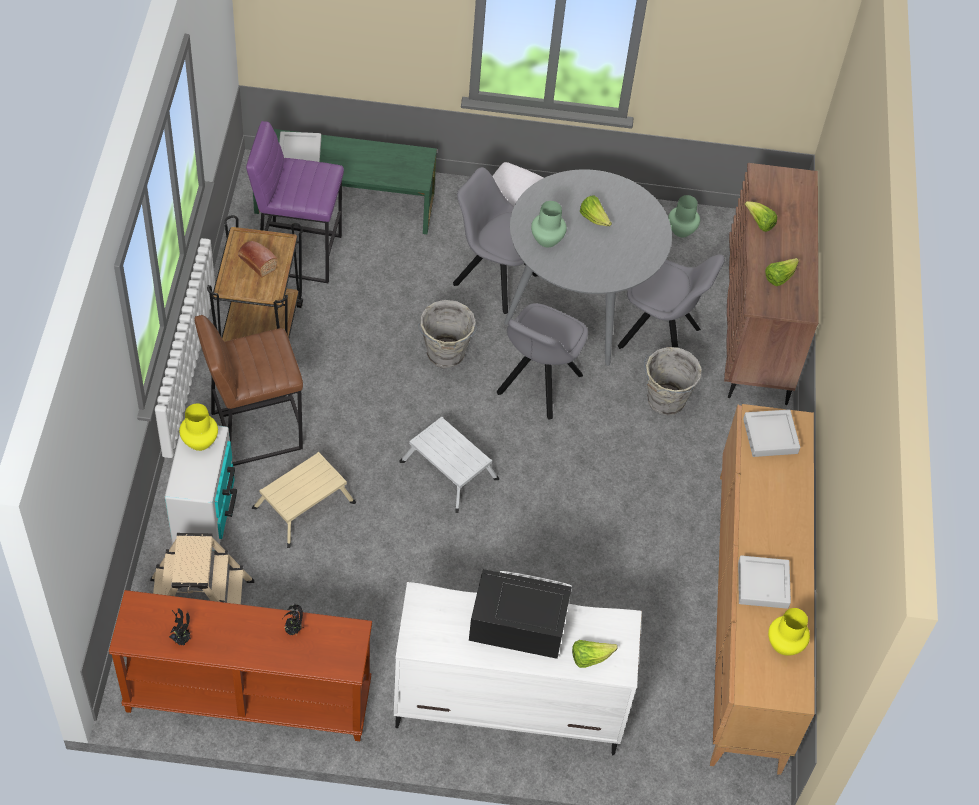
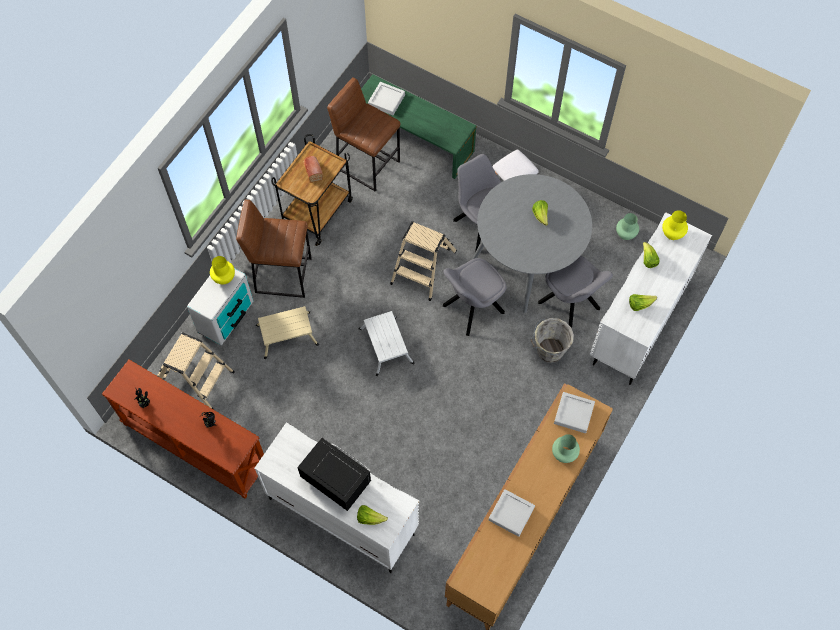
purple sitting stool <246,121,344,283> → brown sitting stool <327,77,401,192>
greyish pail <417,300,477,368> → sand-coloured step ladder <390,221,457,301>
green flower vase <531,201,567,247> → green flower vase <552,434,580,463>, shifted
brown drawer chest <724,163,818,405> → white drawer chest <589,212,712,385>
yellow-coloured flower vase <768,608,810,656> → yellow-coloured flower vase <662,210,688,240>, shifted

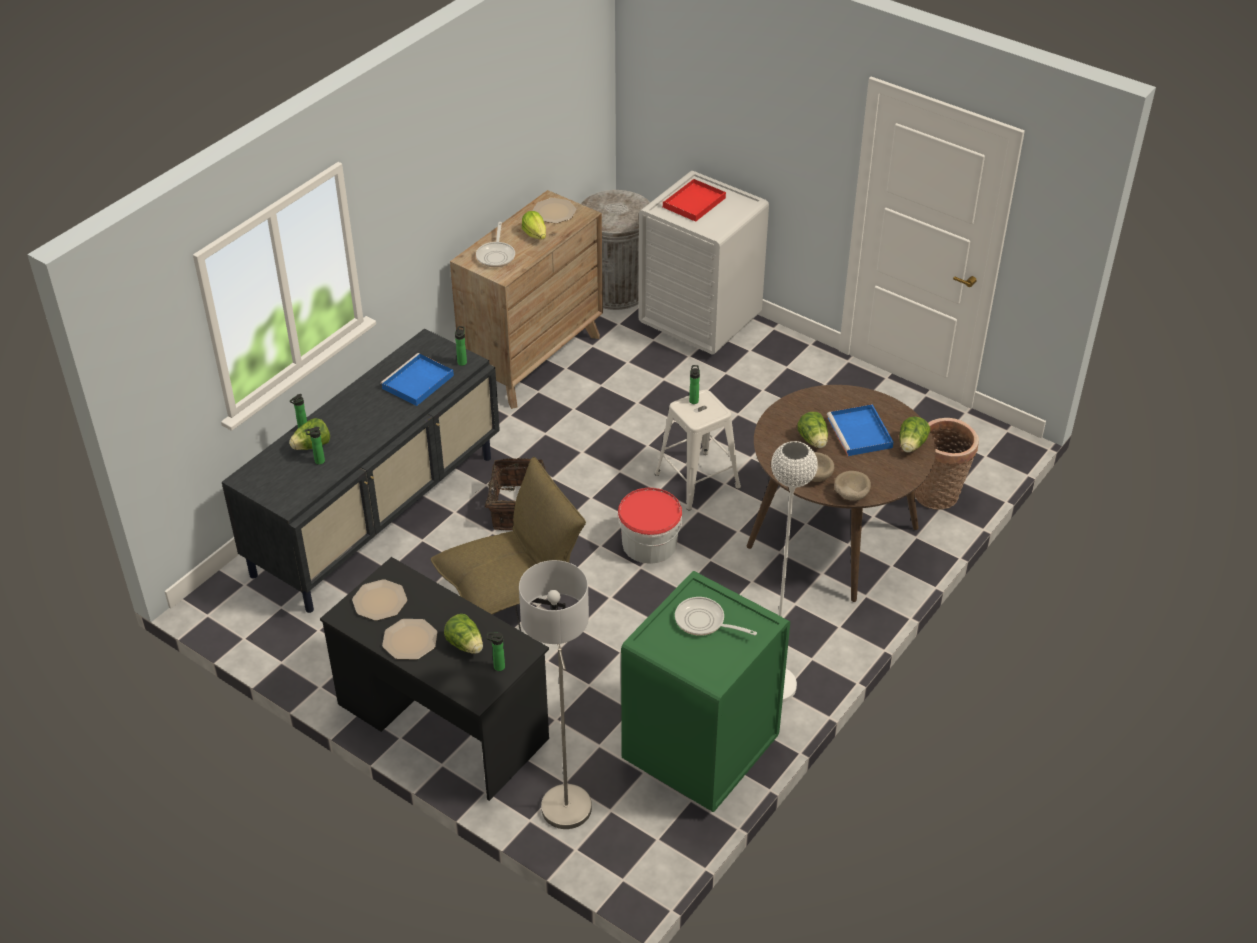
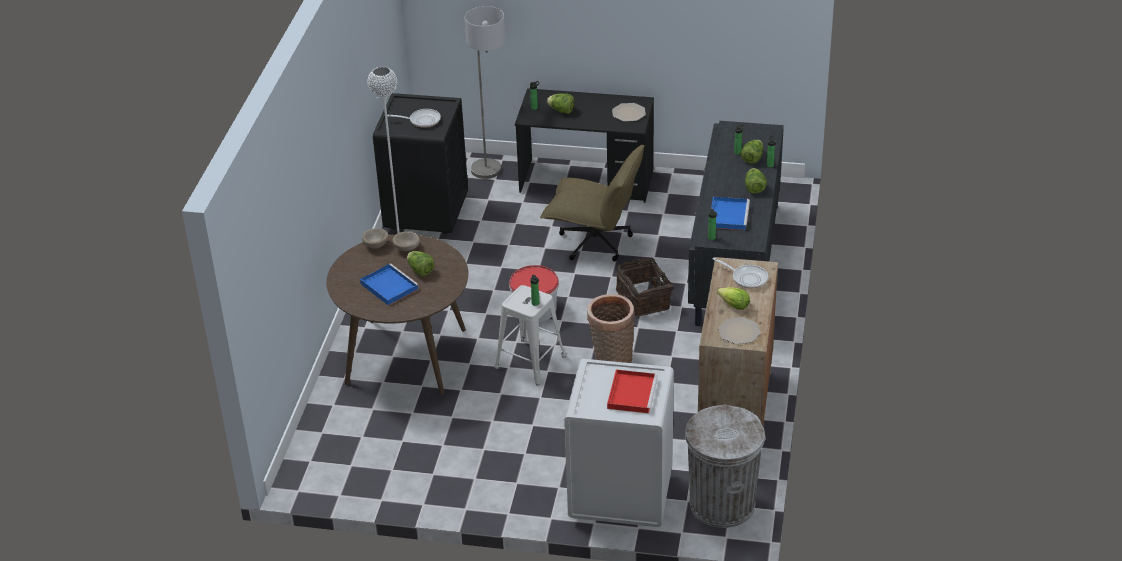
green drawer chest <621,571,790,812> → blackish drawer chest <373,93,468,234>
sand-coloured desk chair <431,457,586,631> → sand-coloured desk chair <540,145,645,262>, 105 degrees counterclockwise
basket <914,418,979,510> → basket <587,294,635,363>, shifted
pan <476,222,515,267> → pan <713,258,768,289>, 150 degrees clockwise
lettuce head <899,416,930,453> → lettuce head <745,168,767,194>, shifted
flat dish <382,619,437,660> → -

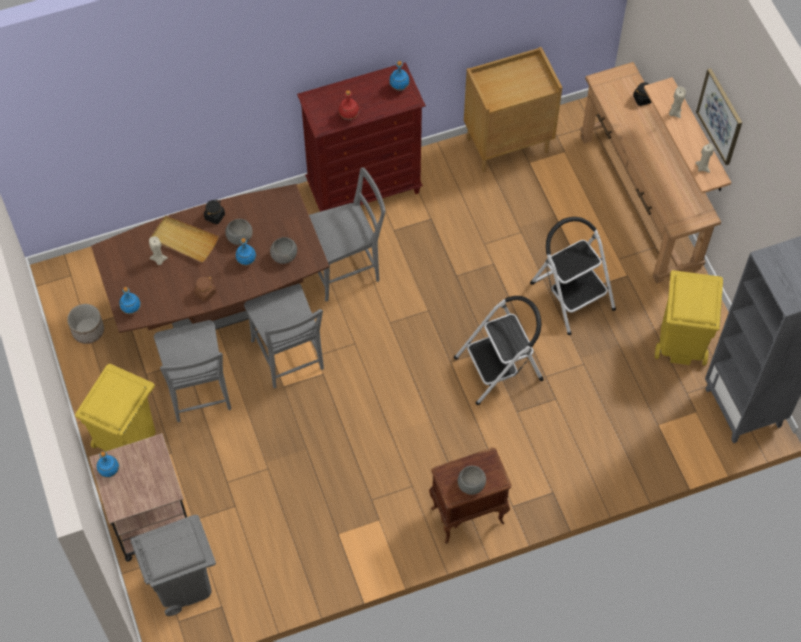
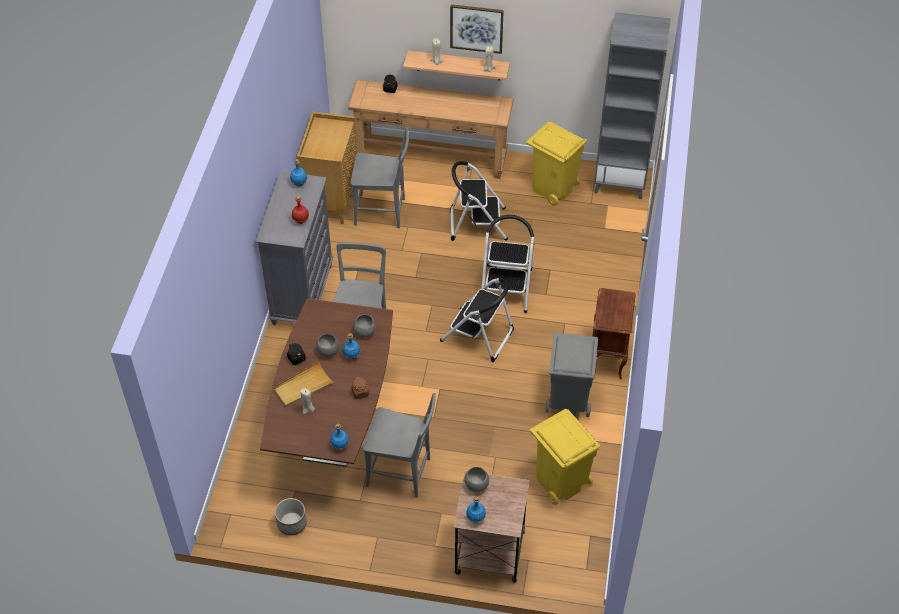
reddish drawer chest <297,62,426,212> → greyish drawer chest <255,172,334,325>
greyish upright chair <244,283,324,388> → greyish upright chair <350,127,409,228>, shifted
- → step ladder <440,278,514,362>
greyish bowl <458,466,486,495> → greyish bowl <464,467,489,492>, shifted
yellow-coloured rubbish bin <75,364,155,452> → yellow-coloured rubbish bin <530,409,600,505>, shifted
greyish rubbish bin <130,515,216,616> → greyish rubbish bin <545,333,598,417>, shifted

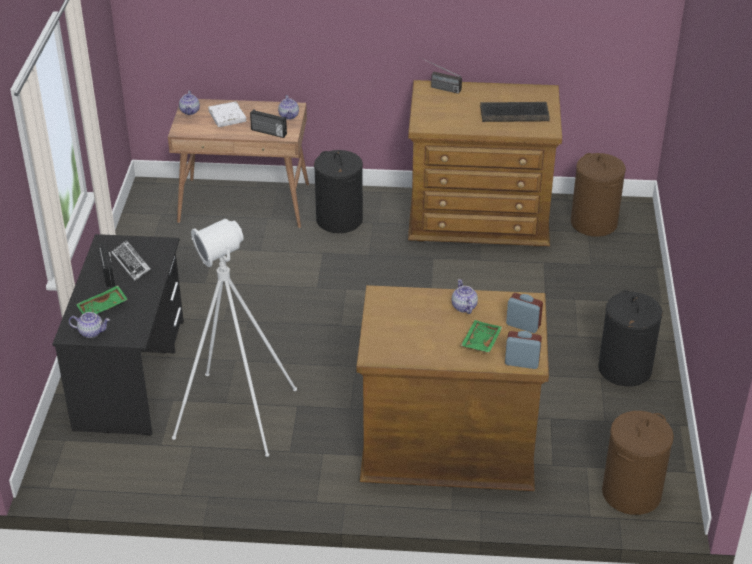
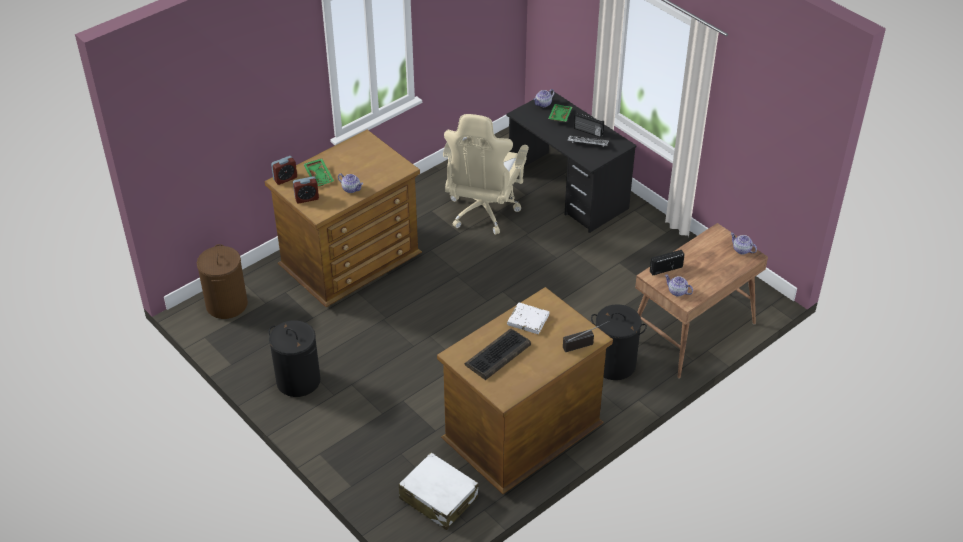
brown laundry basket <571,153,626,237> → white travel case <399,452,479,530>
white standing lamp <172,219,297,457> → sand-coloured desk chair <443,114,529,235>
white volume <208,101,247,127> → white volume <507,302,549,334>, shifted

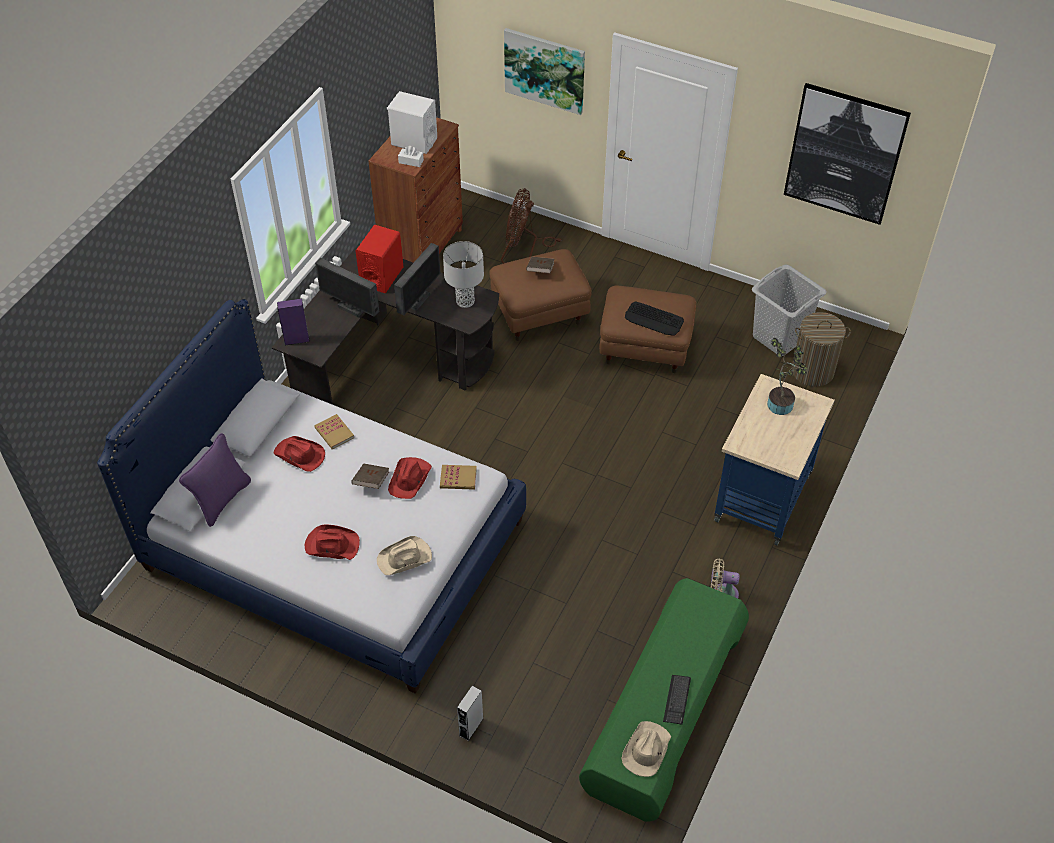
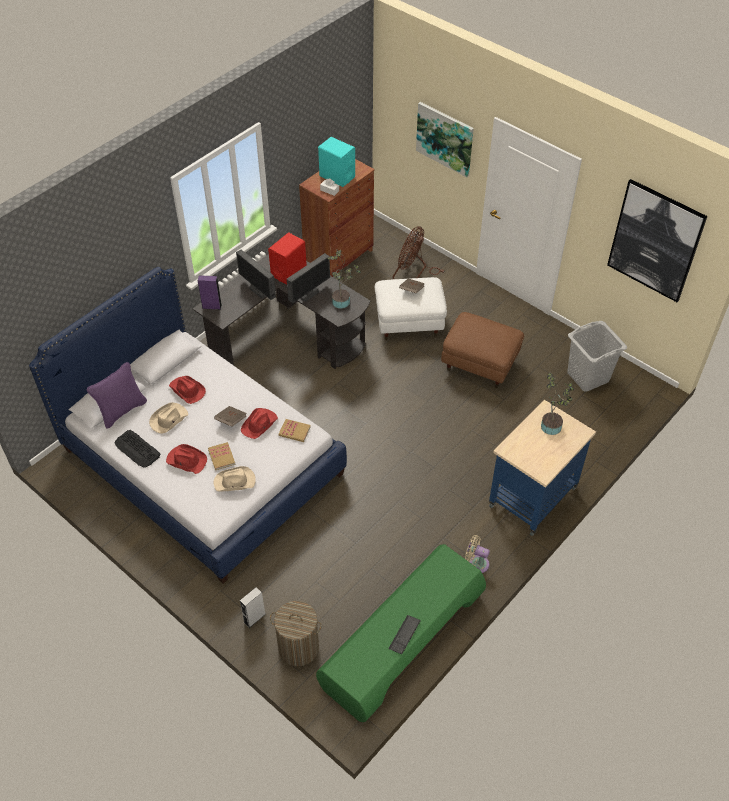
PC keyboard <625,301,684,336> → PC keyboard <114,430,160,468>, shifted
sand-coloured wearable hat <622,721,671,777> → sand-coloured wearable hat <149,402,188,434>, shifted
volume <315,414,354,449> → volume <208,442,236,470>, shifted
laundry basket <792,312,851,387> → laundry basket <270,601,322,666>, shifted
white loudspeaker <387,91,437,154> → blue-green loudspeaker <318,137,355,187>
white tabletop lamp <443,241,484,308> → houseplant <327,250,361,309>
brown ottoman <489,249,592,341> → white ottoman <375,277,447,340>

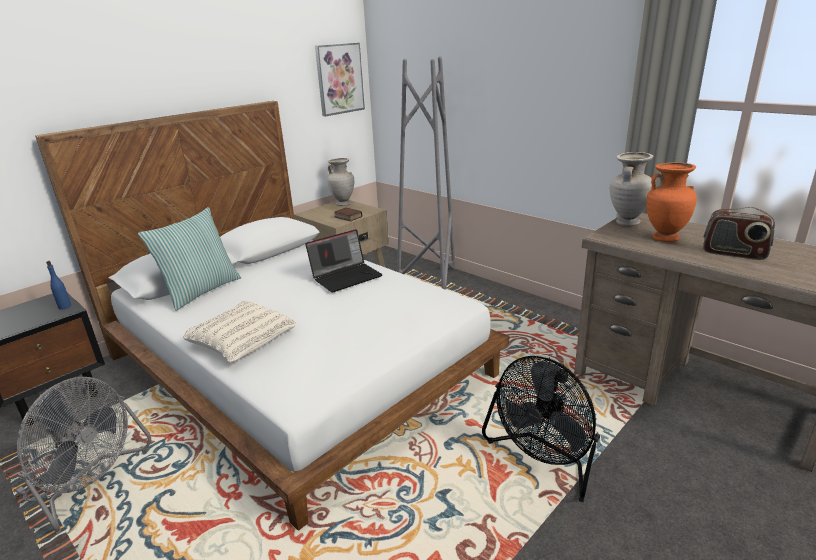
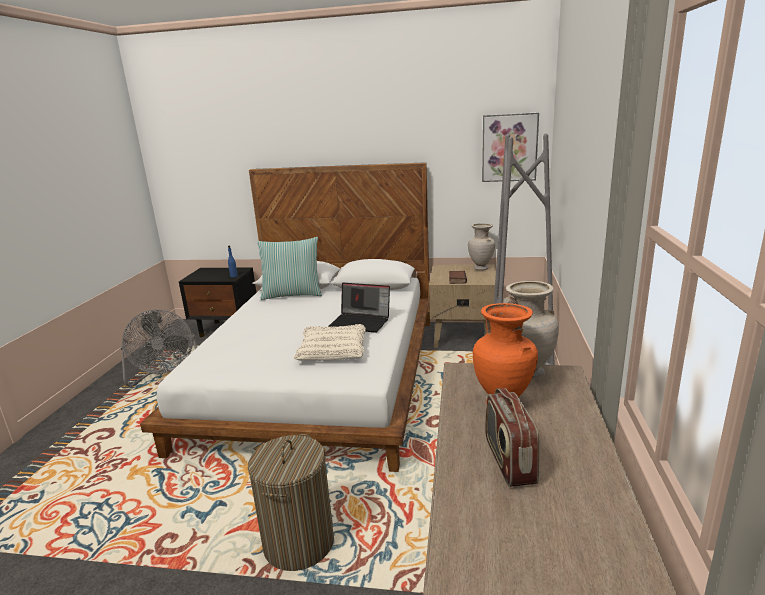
blackish fan <482,356,600,502> → laundry basket <248,434,334,571>
sand-coloured pillow <182,301,296,362> → sand-coloured pillow <294,324,366,360>, shifted

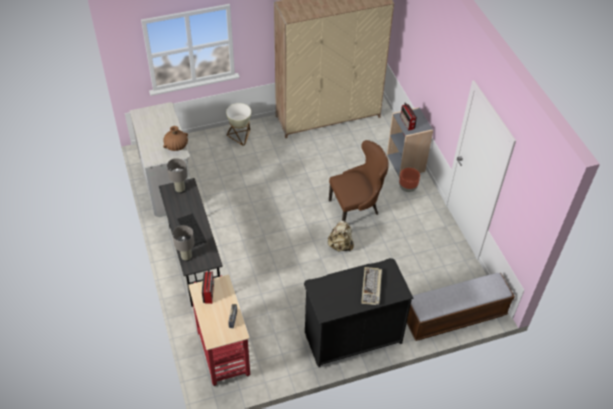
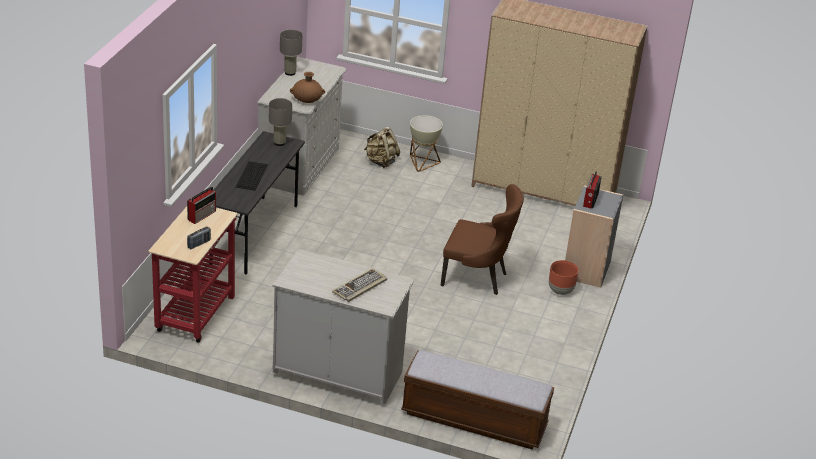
blackish drawer chest <304,258,414,367> → white drawer chest <272,250,413,404>
greyish tabletop lamp <172,225,195,261> → greyish tabletop lamp <280,29,302,76>, shifted
sand-coloured rucksack <328,220,354,252> → sand-coloured rucksack <364,126,400,168>, shifted

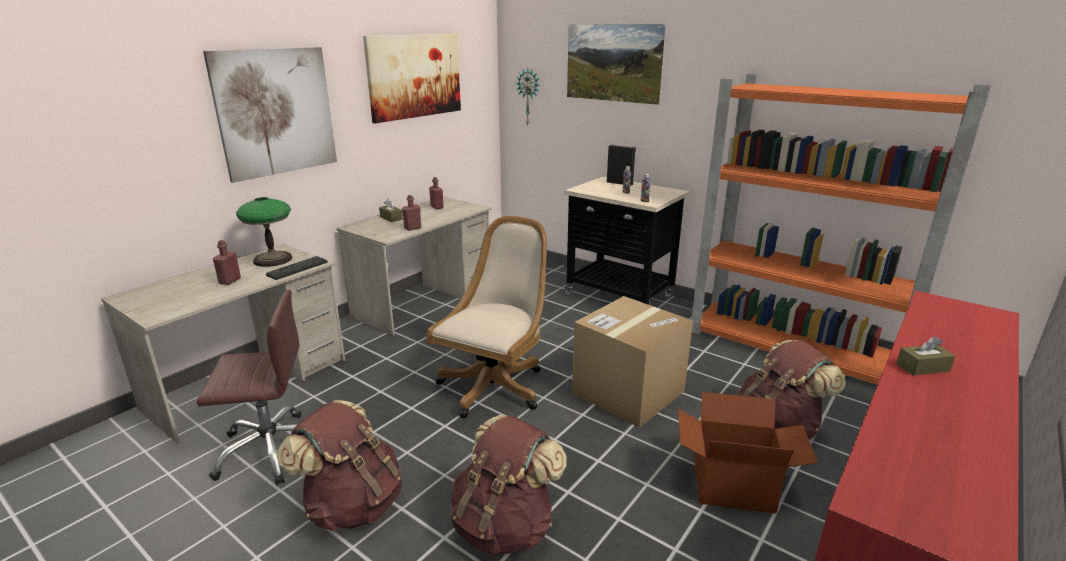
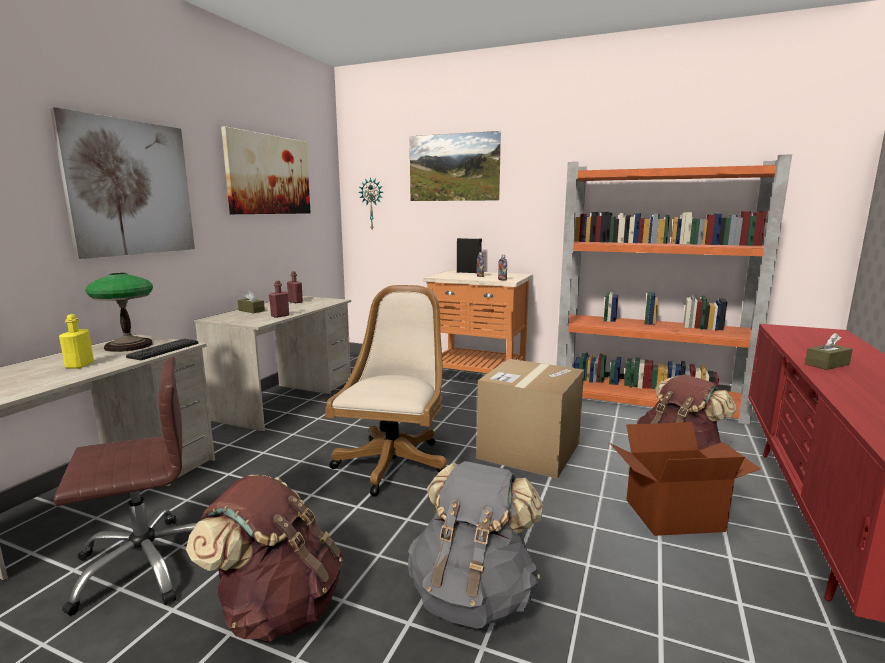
reddish bottle <213,240,241,285> → yellow-coloured bottle <59,314,94,369>
brown rucksack <450,414,567,556> → greyish rucksack <408,461,543,629>
blackish cart <564,177,689,305> → orangey cart <424,270,533,373>

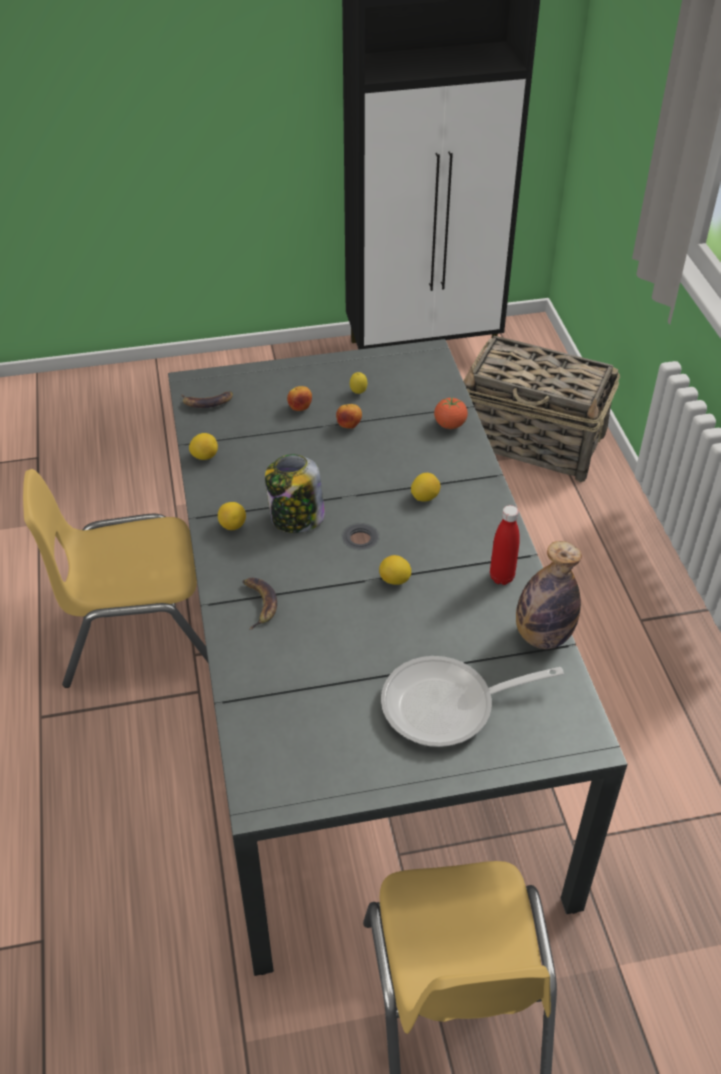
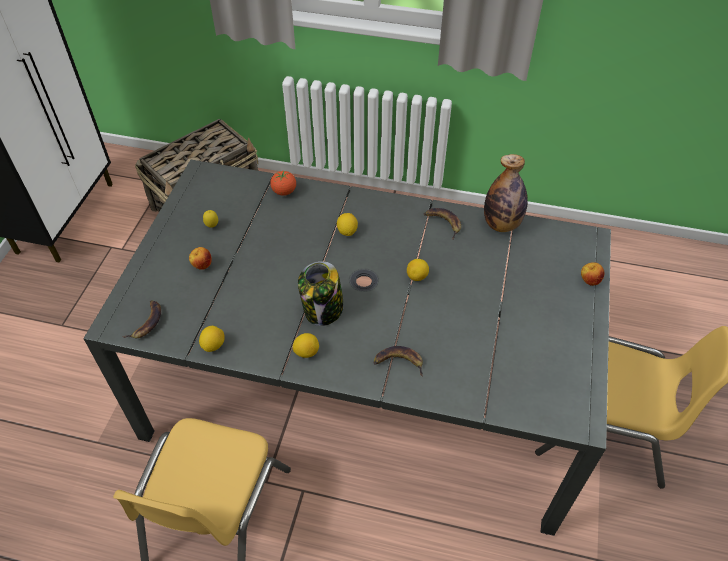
reddish bottle <490,505,520,585> → banana <424,208,461,240>
apple <336,404,362,429> → apple <581,262,604,286>, shifted
pan <381,656,564,747> → -

